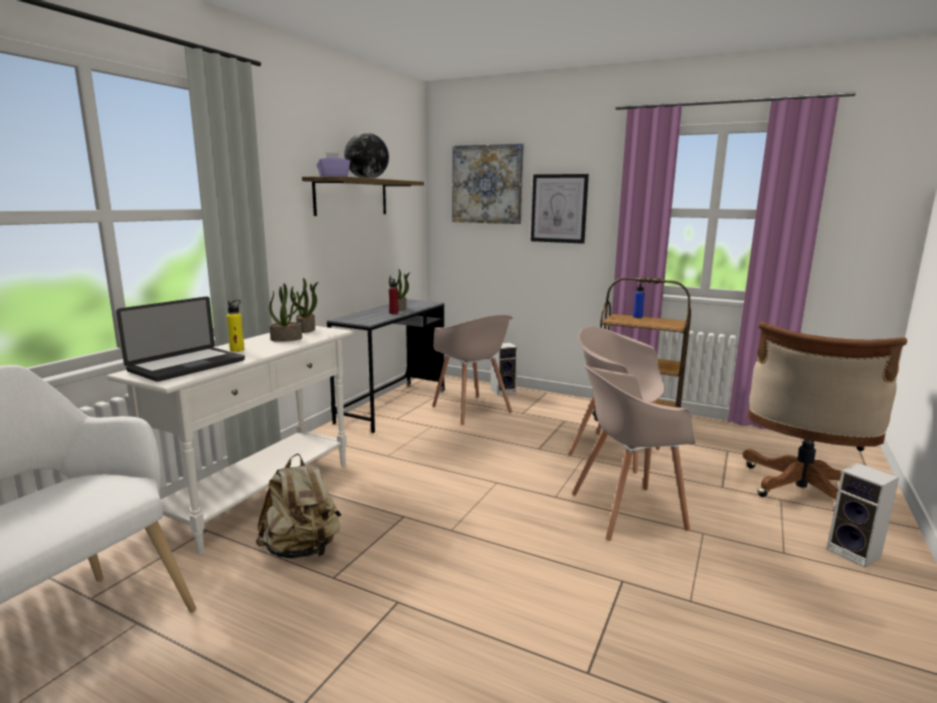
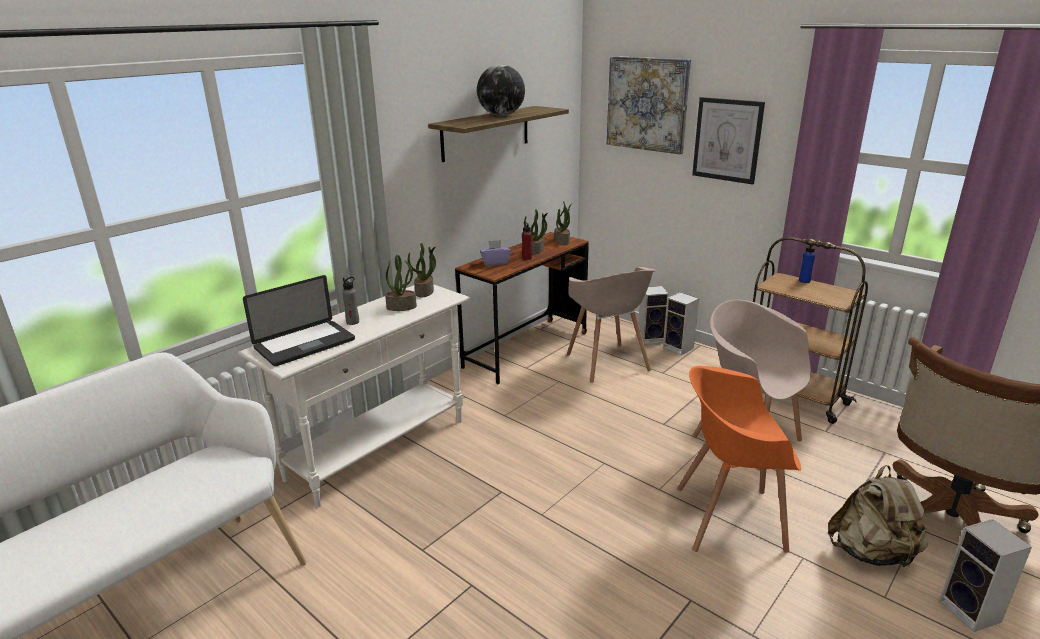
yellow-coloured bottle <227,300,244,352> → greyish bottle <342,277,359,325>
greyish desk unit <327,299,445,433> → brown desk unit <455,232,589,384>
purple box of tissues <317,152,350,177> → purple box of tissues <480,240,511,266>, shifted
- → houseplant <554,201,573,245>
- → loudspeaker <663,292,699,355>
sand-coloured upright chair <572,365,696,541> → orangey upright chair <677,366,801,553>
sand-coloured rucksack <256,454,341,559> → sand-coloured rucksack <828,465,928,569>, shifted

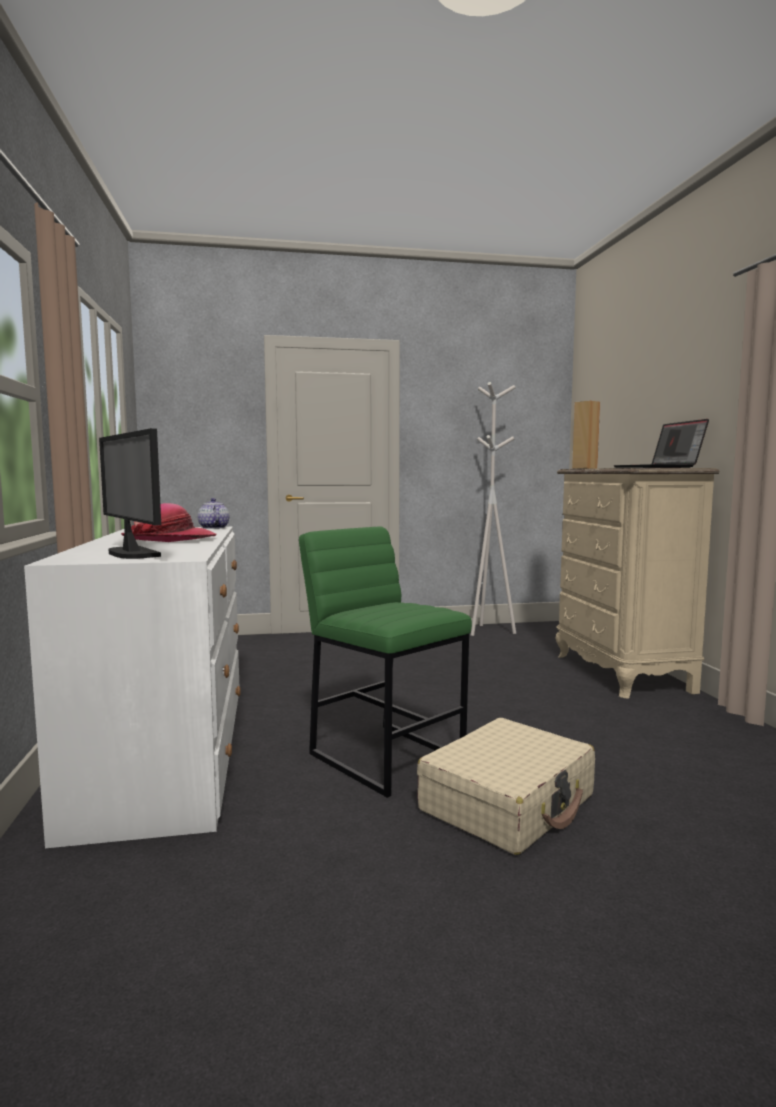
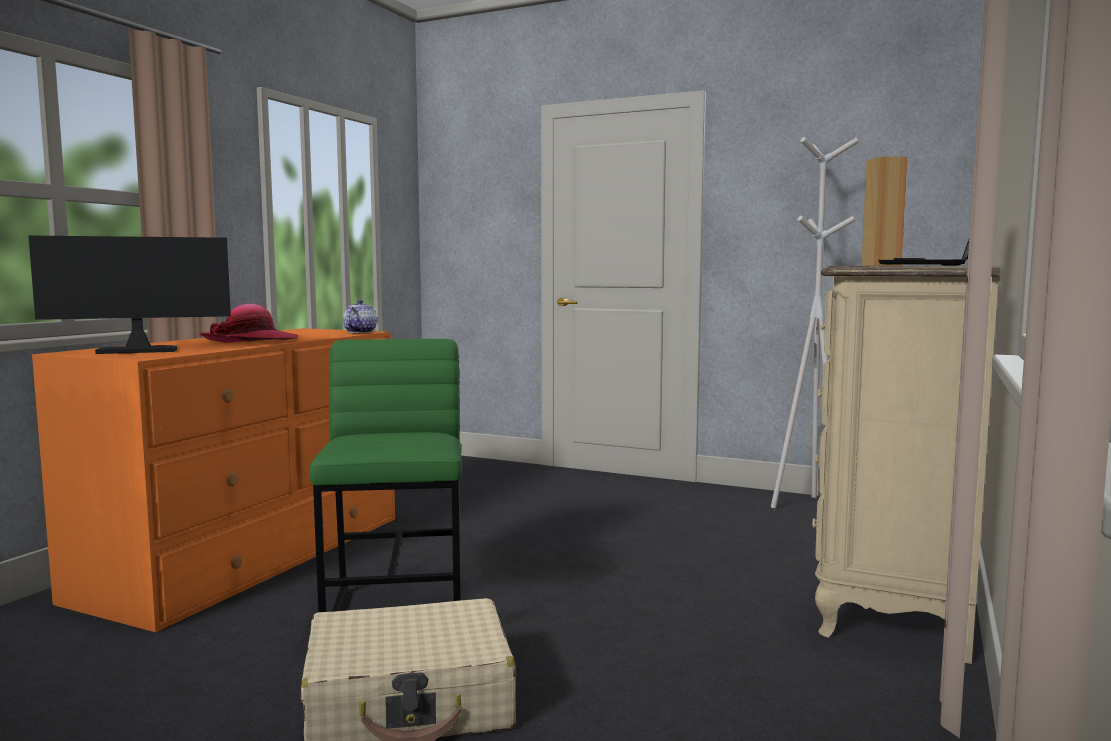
computer screen <99,428,161,559> → computer screen <28,236,231,354>, 75 degrees clockwise
white drawer chest <24,527,241,848> → orangey drawer chest <32,328,395,632>

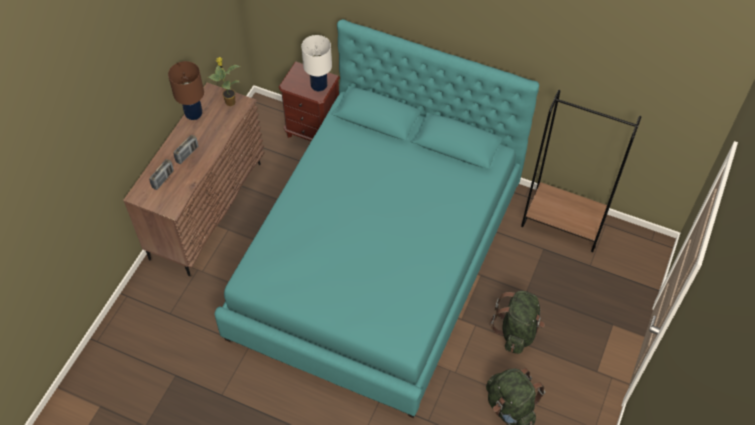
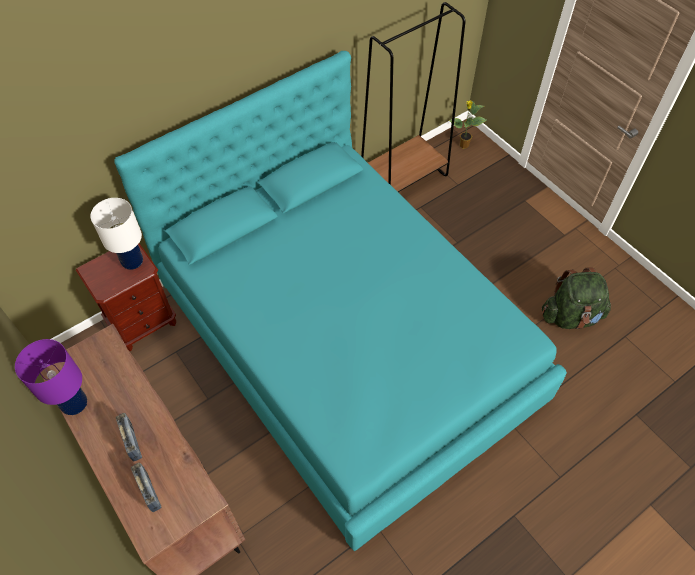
brown tabletop lamp <168,61,204,120> → purple tabletop lamp <15,339,87,415>
houseplant <208,57,240,106> → houseplant <449,101,487,148>, shifted
green rucksack <490,291,545,354> → -

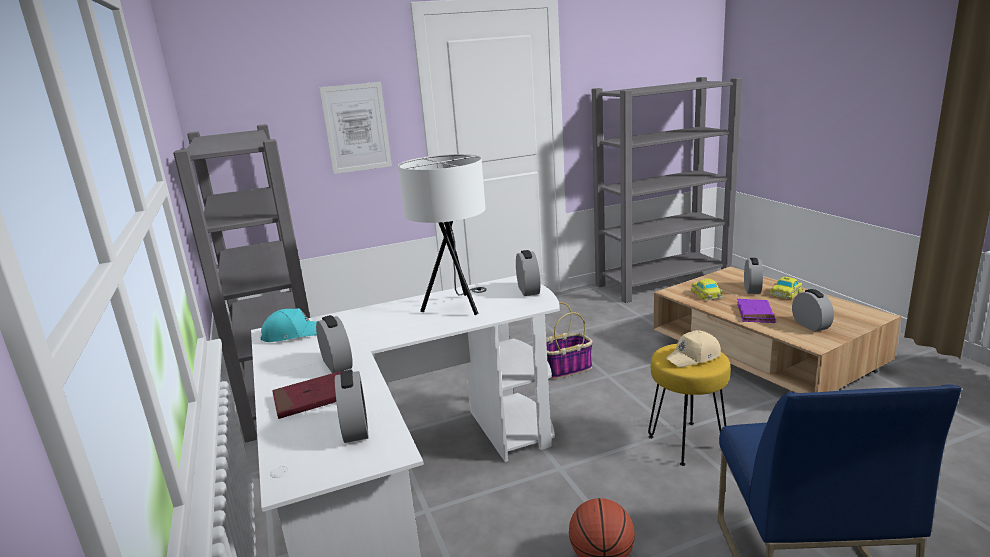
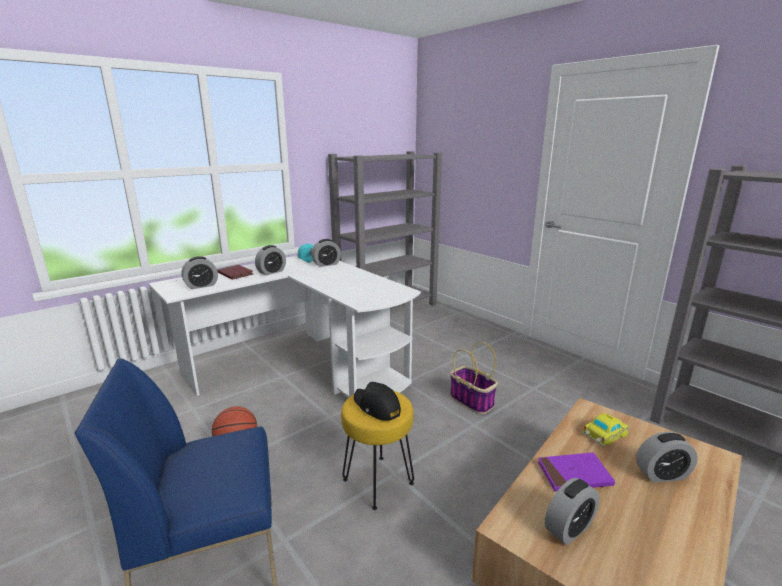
table clock <516,250,540,296> → table clock <311,239,341,267>, shifted
sand-coloured cap <665,330,721,367> → blackish cap <354,382,401,421>
wall art <319,82,392,174> → -
white tabletop lamp <398,154,487,315> → -
toy car <770,277,803,299> → -

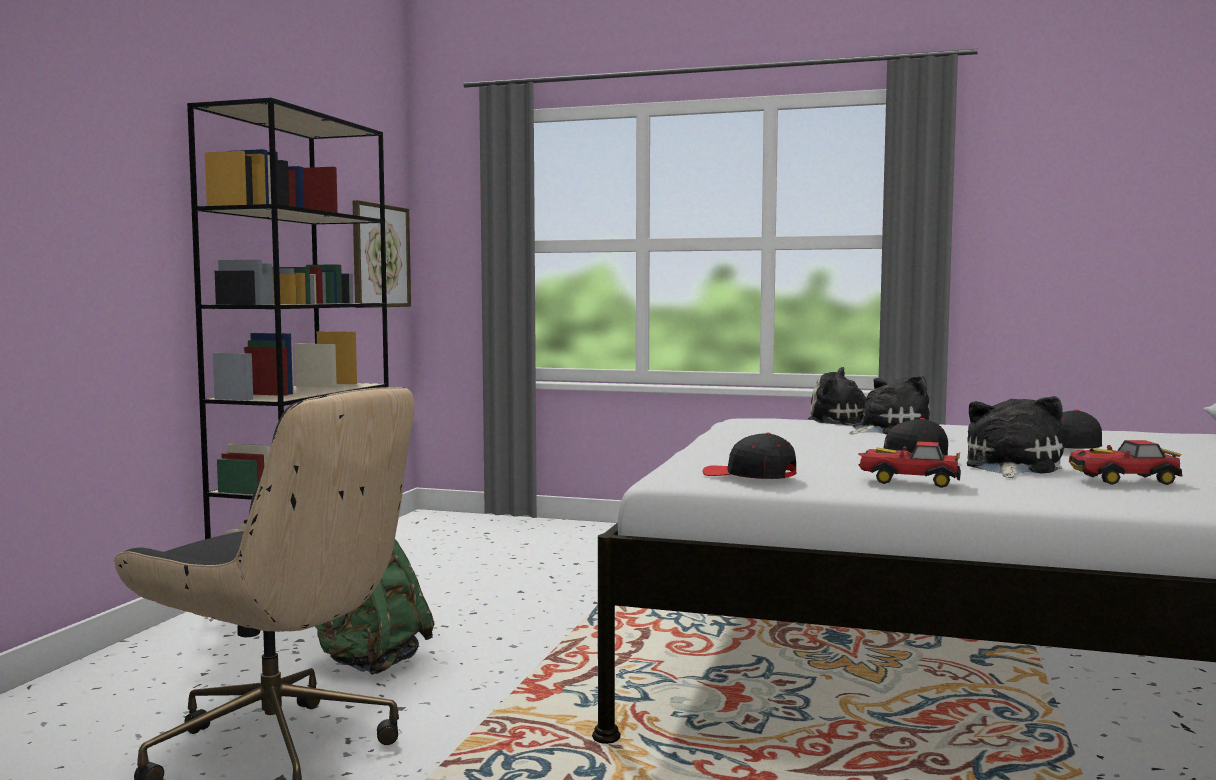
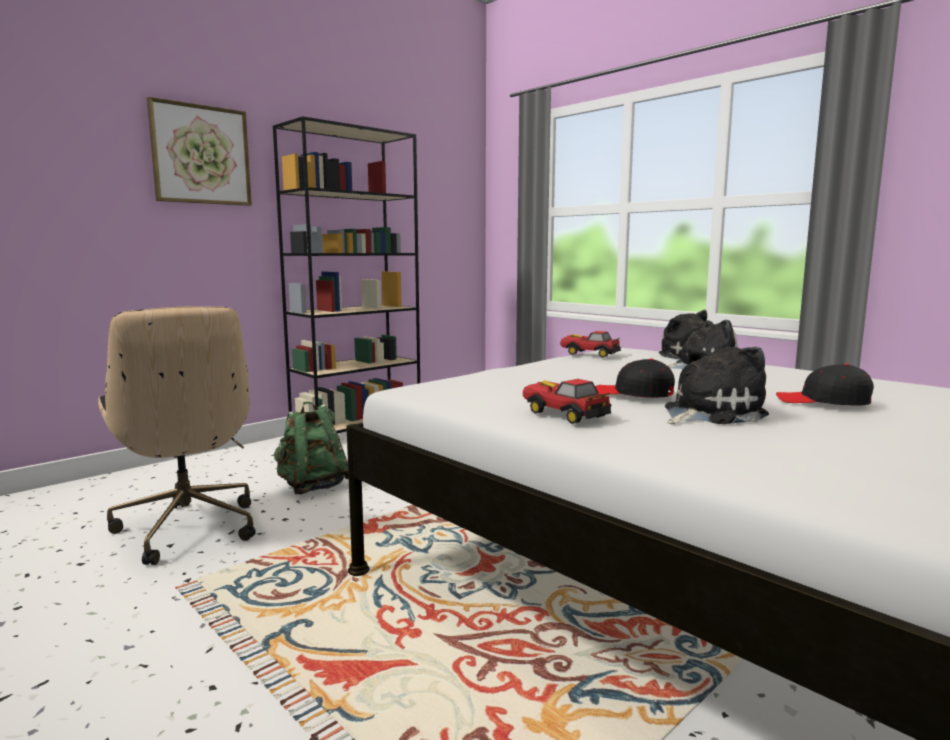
wall art <353,200,411,308> → wall art <147,97,252,206>, shifted
toy car <1069,440,1182,485> → toy car <560,331,621,358>, shifted
blackish cap <703,433,797,479> → -

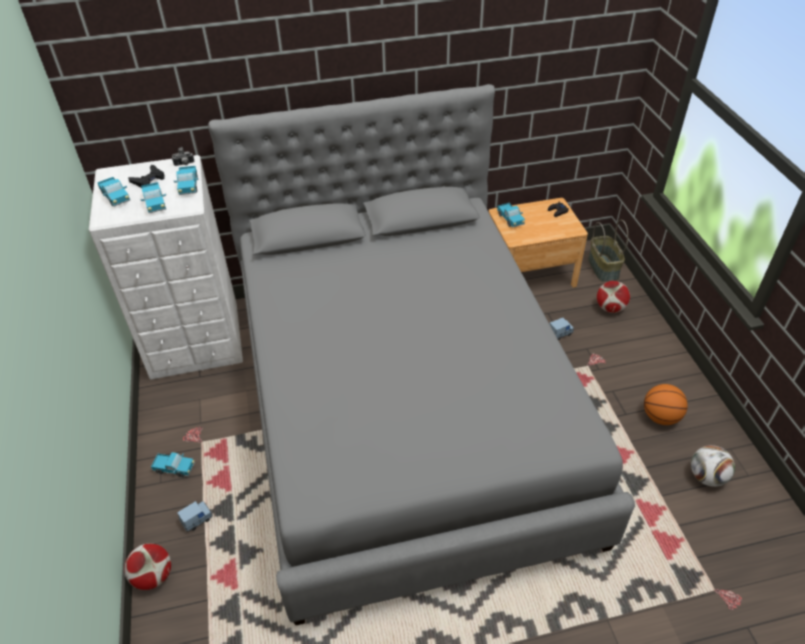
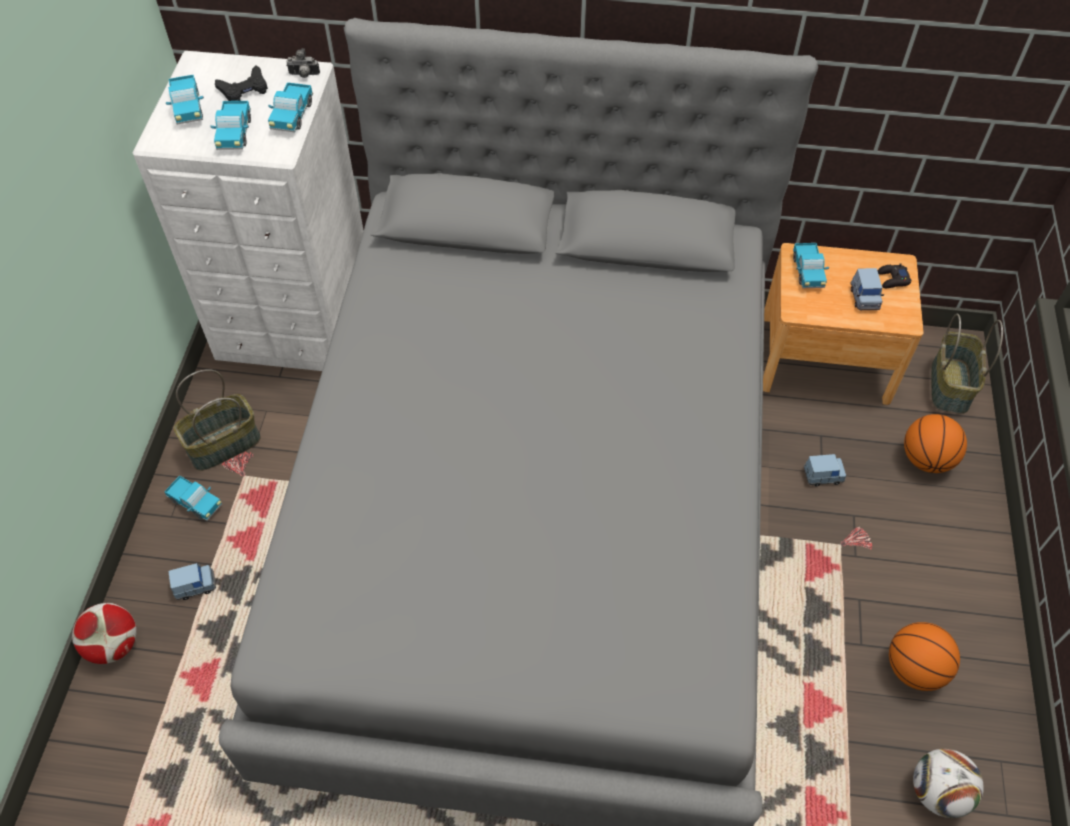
- → basket <174,369,261,471>
- → bluish toy car <850,268,884,310>
ball for football <597,281,630,313> → ball for basketball <904,414,967,473>

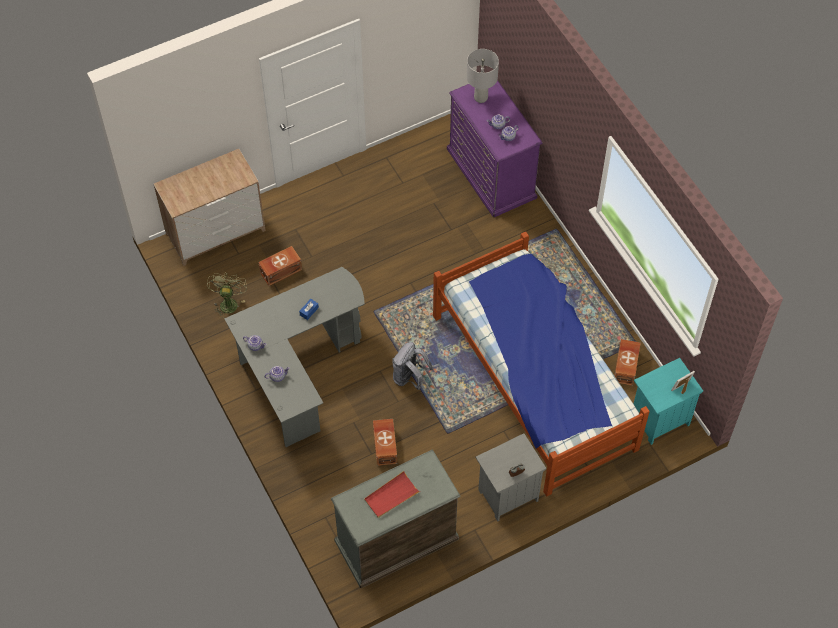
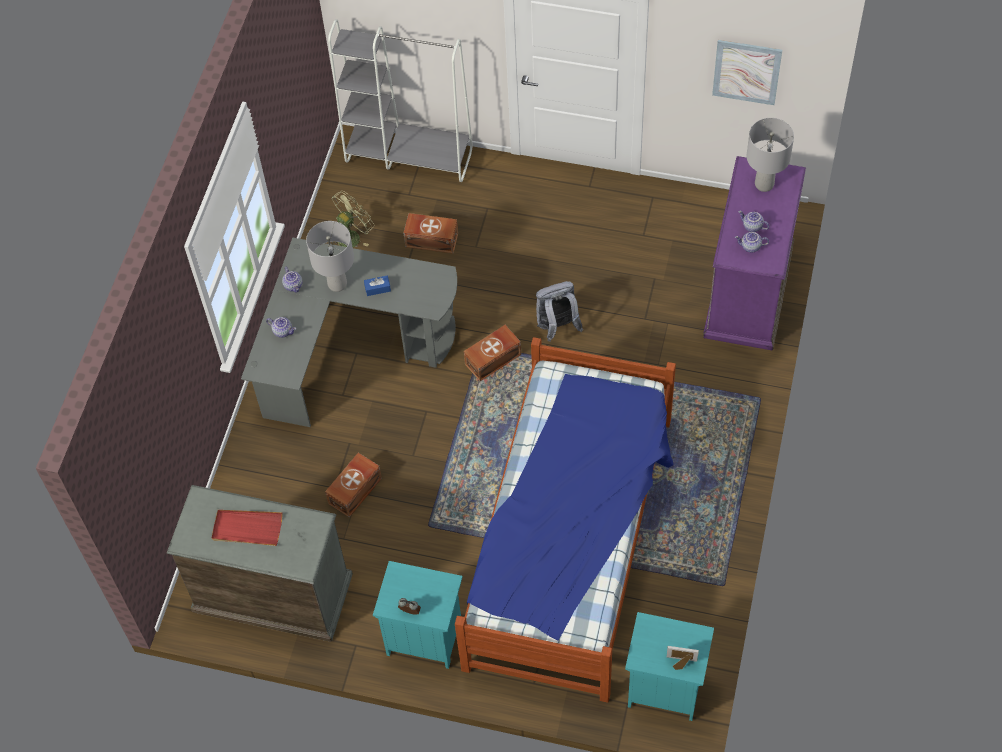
- → greyish tabletop lamp <306,221,354,292>
drawer chest <153,149,266,266> → greyish clothes rack <328,19,473,182>
greyish night table <476,433,546,522> → blue-green night table <373,561,462,669>
brown storage bin <615,339,640,386> → brown storage bin <464,325,521,381>, shifted
greyish rucksack <392,342,433,390> → greyish rucksack <536,281,583,342>, shifted
- → wall art <712,40,782,105>

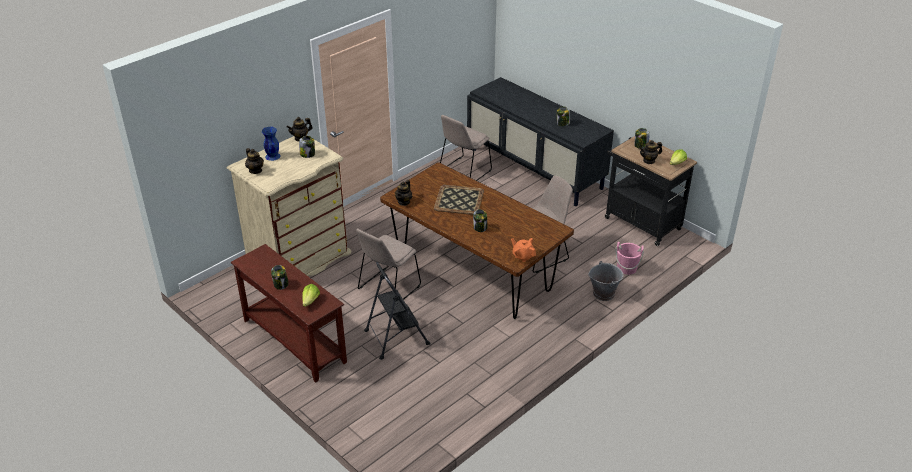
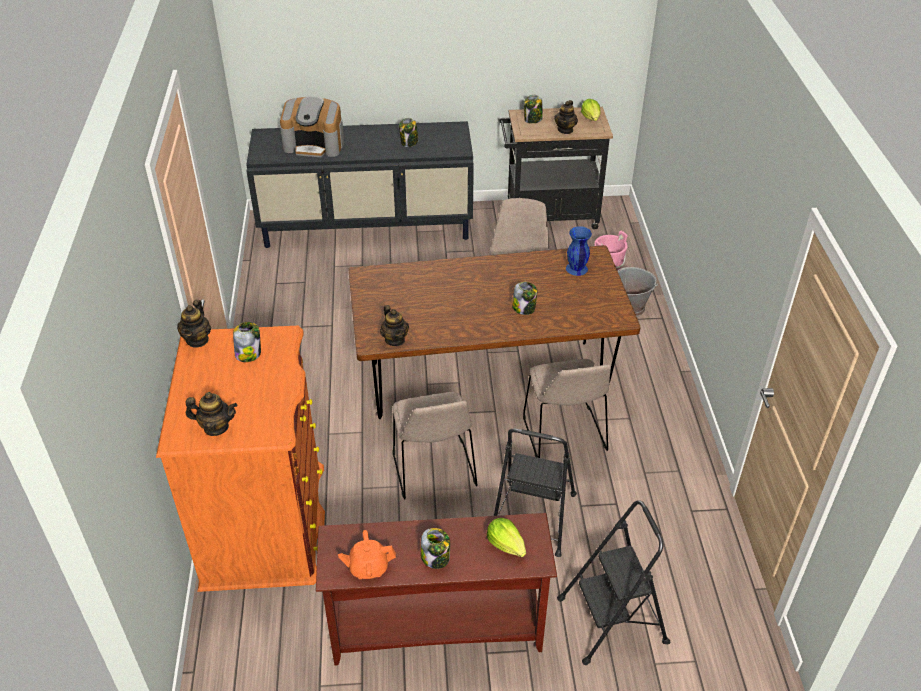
sand-coloured drawer chest <227,135,351,276> → orangey drawer chest <156,326,325,592>
- → coffee maker <280,96,344,157>
orangey teapot <511,238,536,262> → orangey teapot <338,530,396,579>, shifted
sand-coloured upright chair <440,115,492,181> → sand-coloured upright chair <523,359,611,458>, shifted
- → blackish step ladder <557,500,670,665>
bluish flower vase <262,127,281,161> → bluish flower vase <566,226,592,276>, shifted
serving tray <434,185,484,215> → -

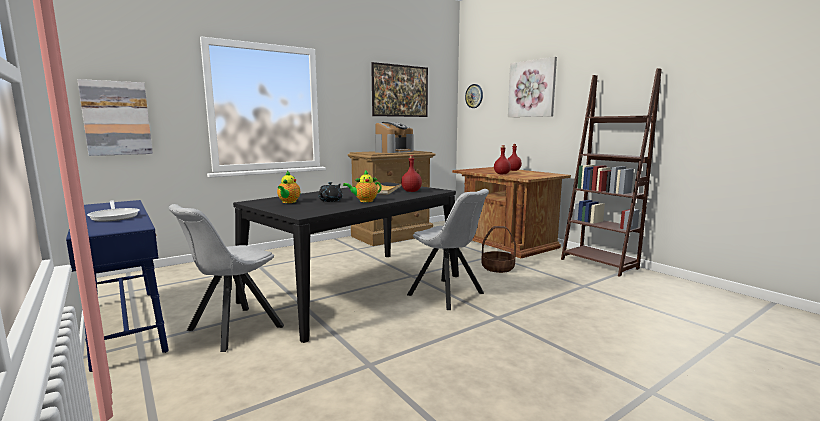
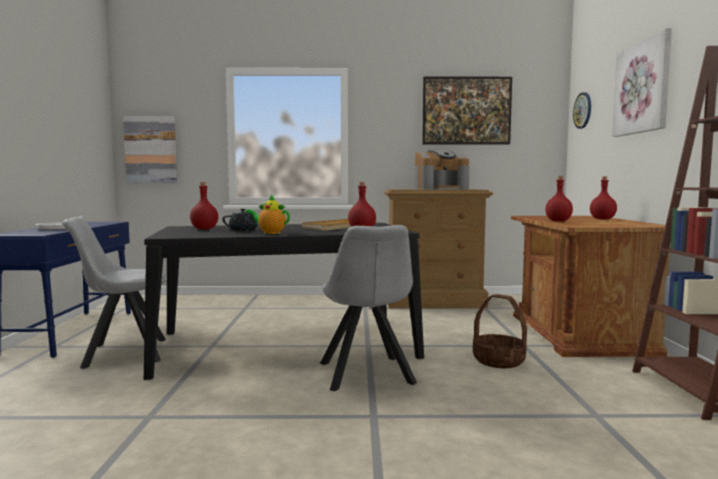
teapot <277,170,300,203> → reddish bottle <190,182,218,229>

